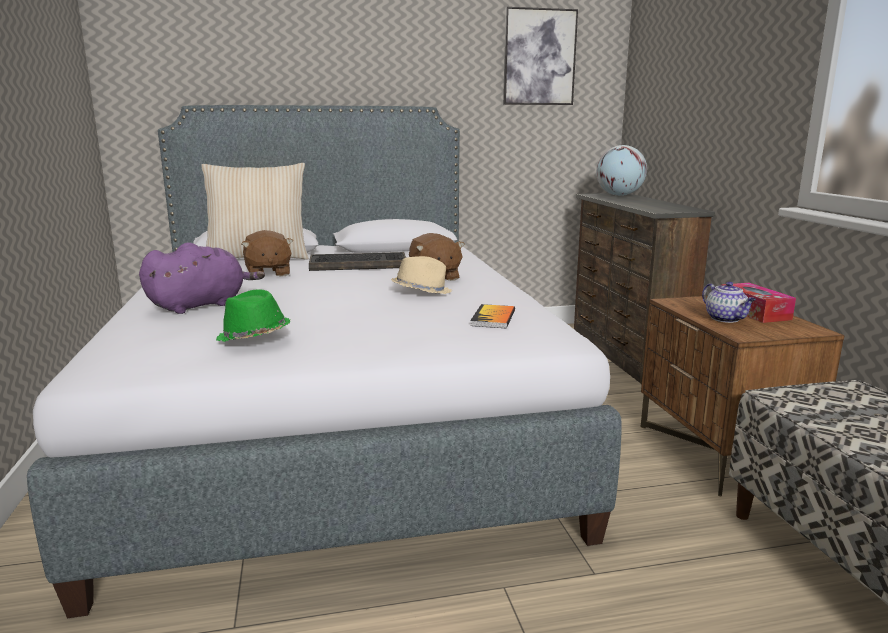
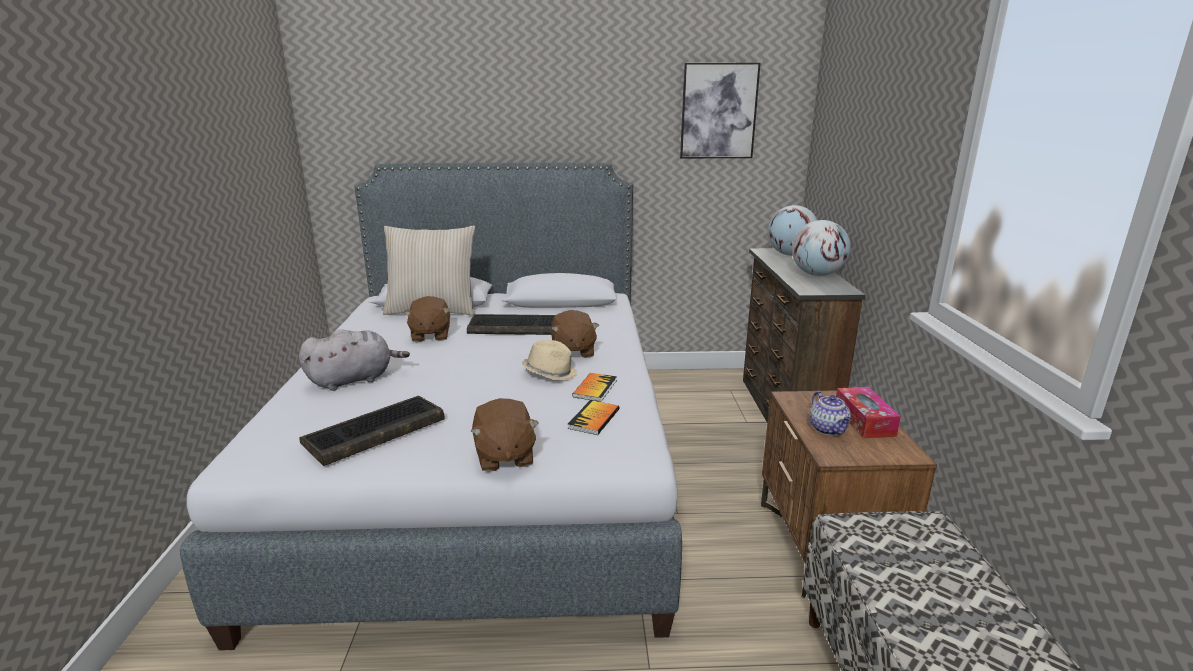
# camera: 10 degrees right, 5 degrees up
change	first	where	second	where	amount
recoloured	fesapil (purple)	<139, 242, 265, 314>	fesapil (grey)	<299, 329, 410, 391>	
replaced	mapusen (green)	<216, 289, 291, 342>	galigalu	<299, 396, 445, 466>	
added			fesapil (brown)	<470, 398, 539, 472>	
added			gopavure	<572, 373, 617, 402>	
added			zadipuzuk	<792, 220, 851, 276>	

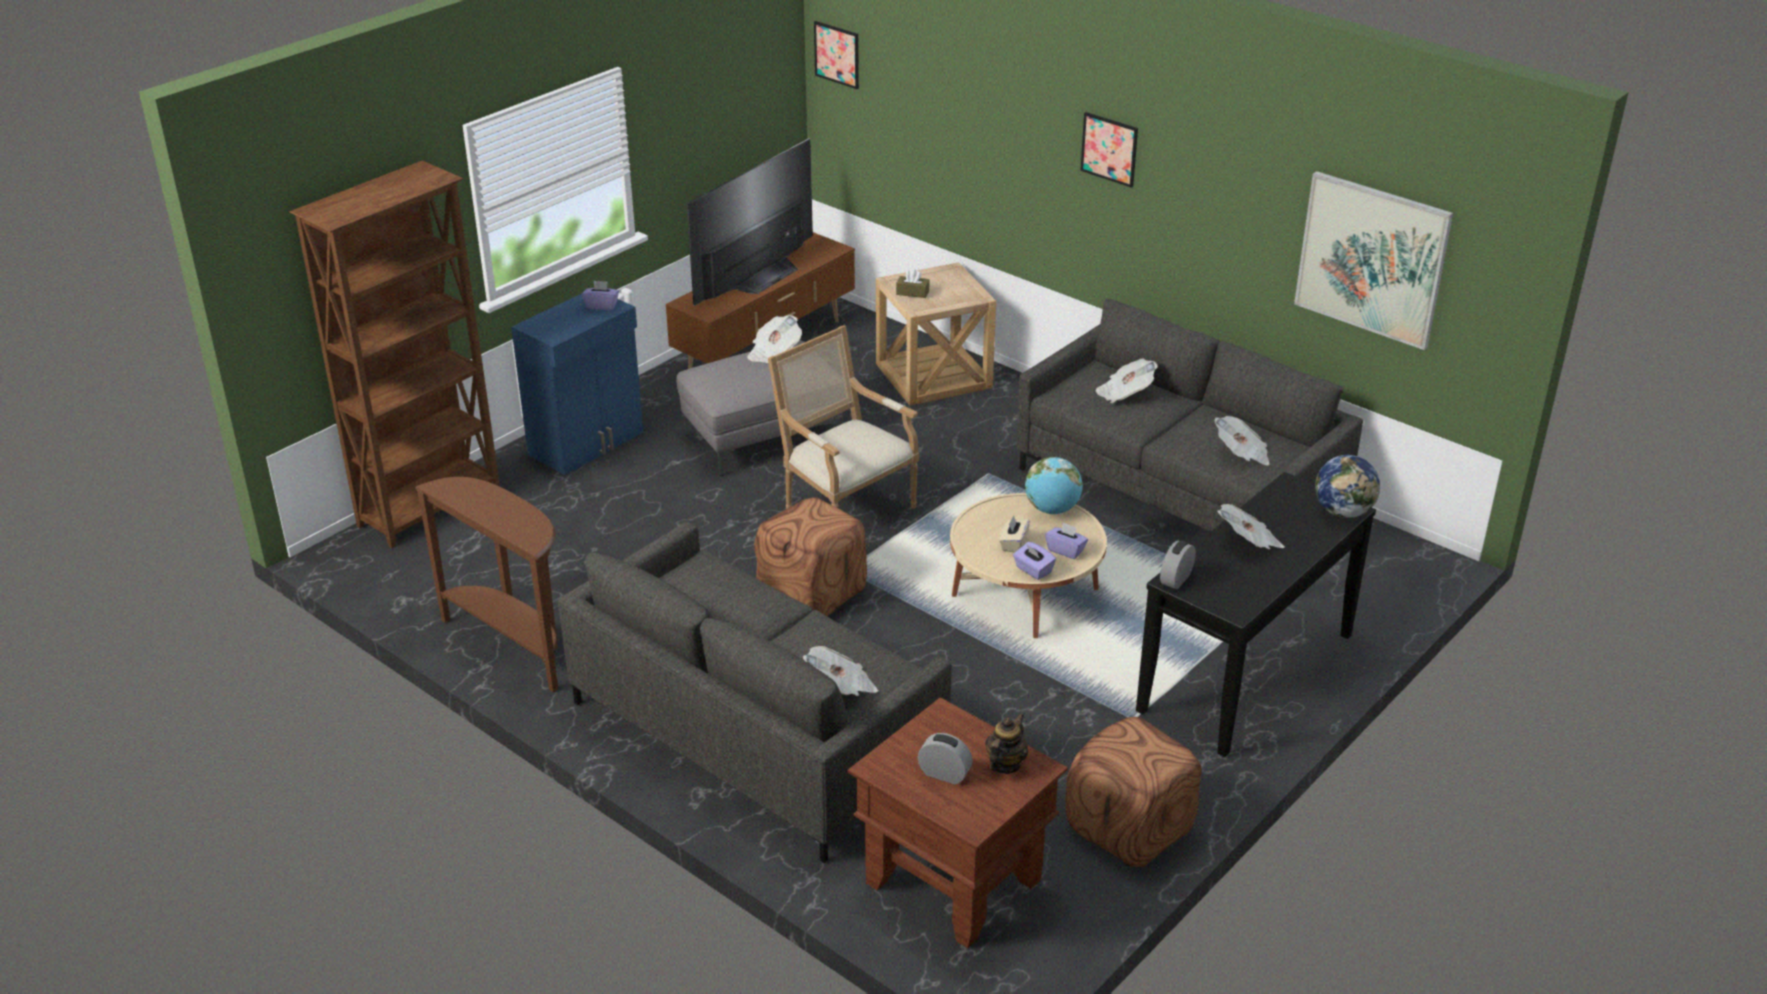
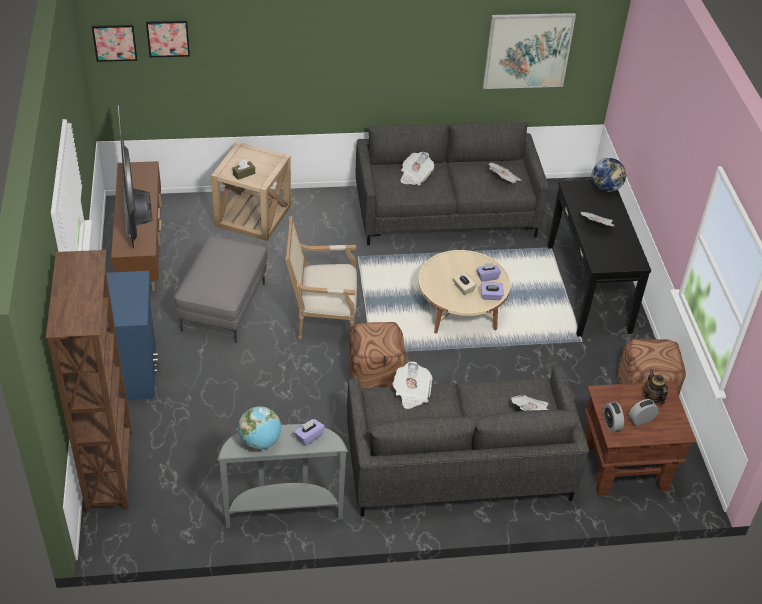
# camera: 50 degrees left, 10 degrees up
change	first	where	second	where	amount
recoloured	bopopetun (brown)	<415, 477, 558, 692>	bopopetun (grey)	<217, 424, 348, 528>	
moved	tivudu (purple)	<582, 281, 619, 310>		<294, 419, 325, 446>	
moved	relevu	<747, 315, 802, 363>		<392, 362, 433, 409>	
moved	zadipuzuk	<1025, 457, 1083, 514>		<238, 406, 281, 450>	
moved	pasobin	<1080, 112, 1138, 188>		<146, 21, 190, 57>	
moved	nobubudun	<1160, 540, 1196, 589>		<603, 402, 624, 432>	

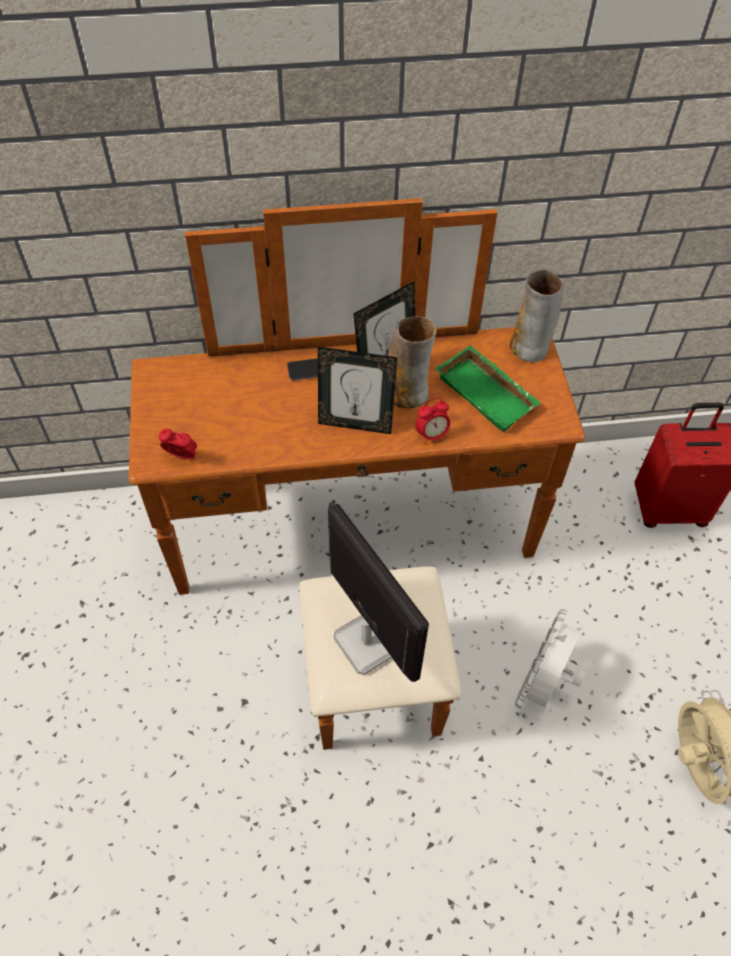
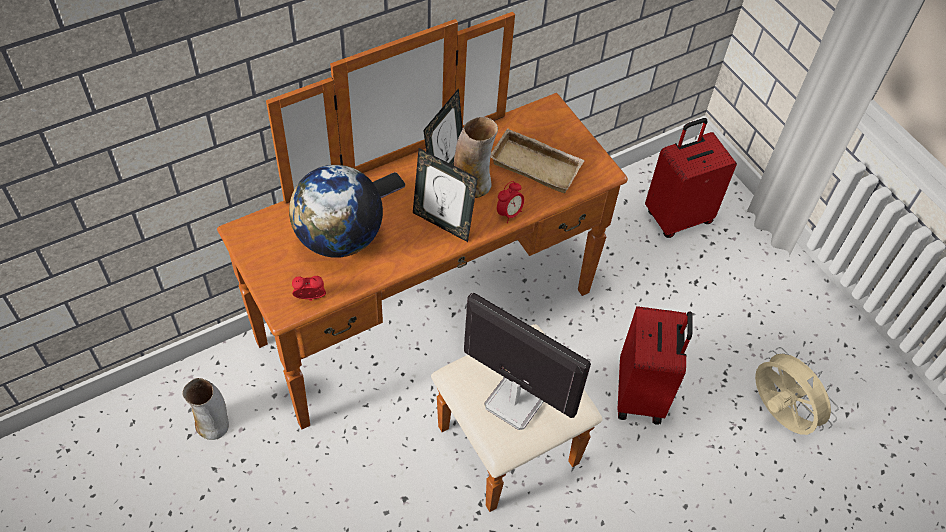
# camera: 25 degrees left, 0 degrees up
change	first	where	second	where	amount
turned	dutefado	<318, 347, 397, 434>		<413, 148, 478, 242>	45 degrees clockwise
recoloured	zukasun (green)	<435, 345, 541, 432>	zukasun (beige)	<491, 128, 585, 193>	
moved	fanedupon	<510, 270, 563, 362>		<182, 378, 229, 440>	
replaced	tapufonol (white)	<515, 609, 586, 713>	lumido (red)	<618, 306, 692, 425>	
added			zadipuzuk	<289, 165, 383, 258>	

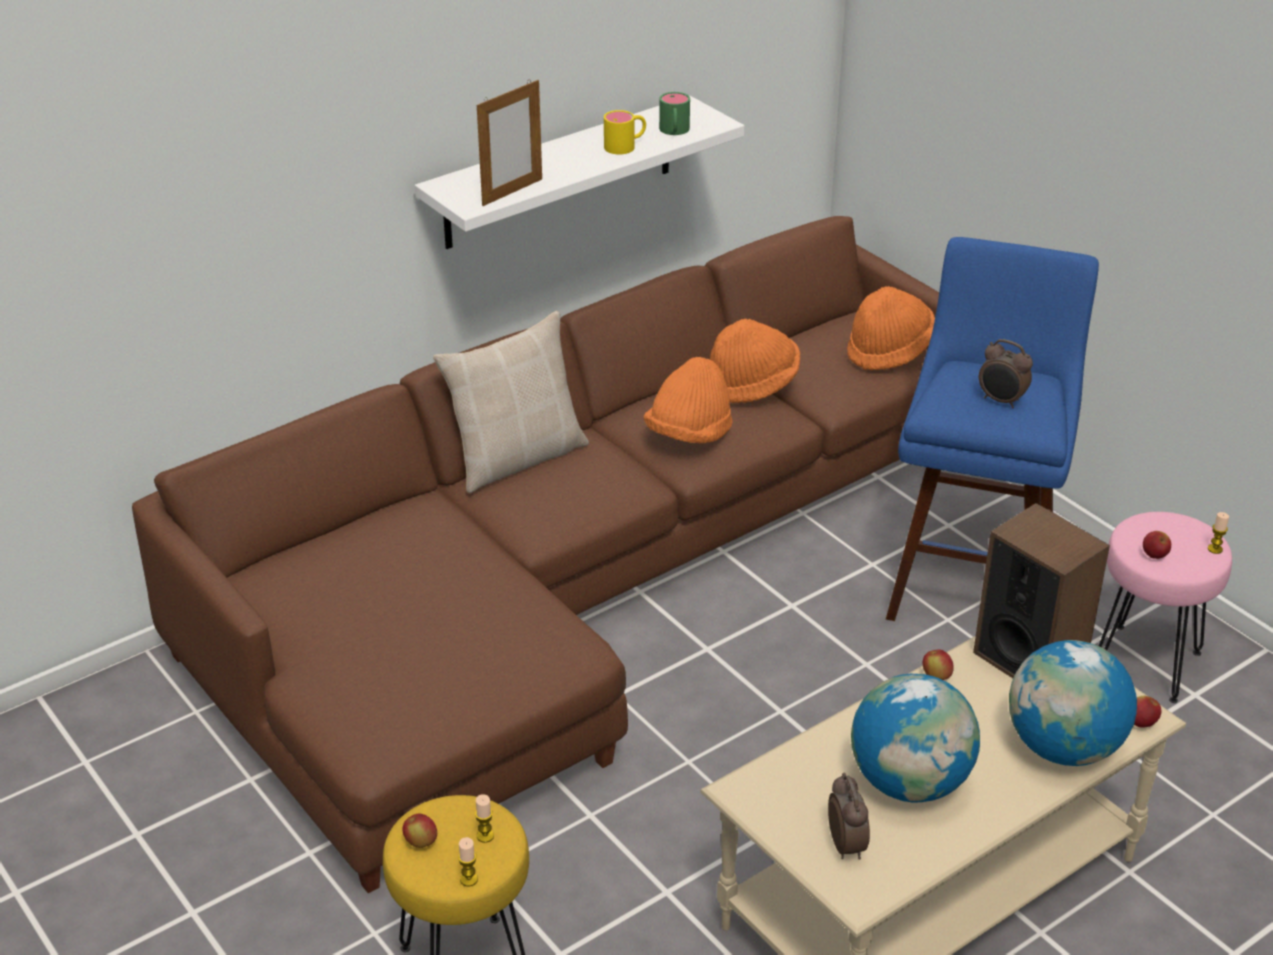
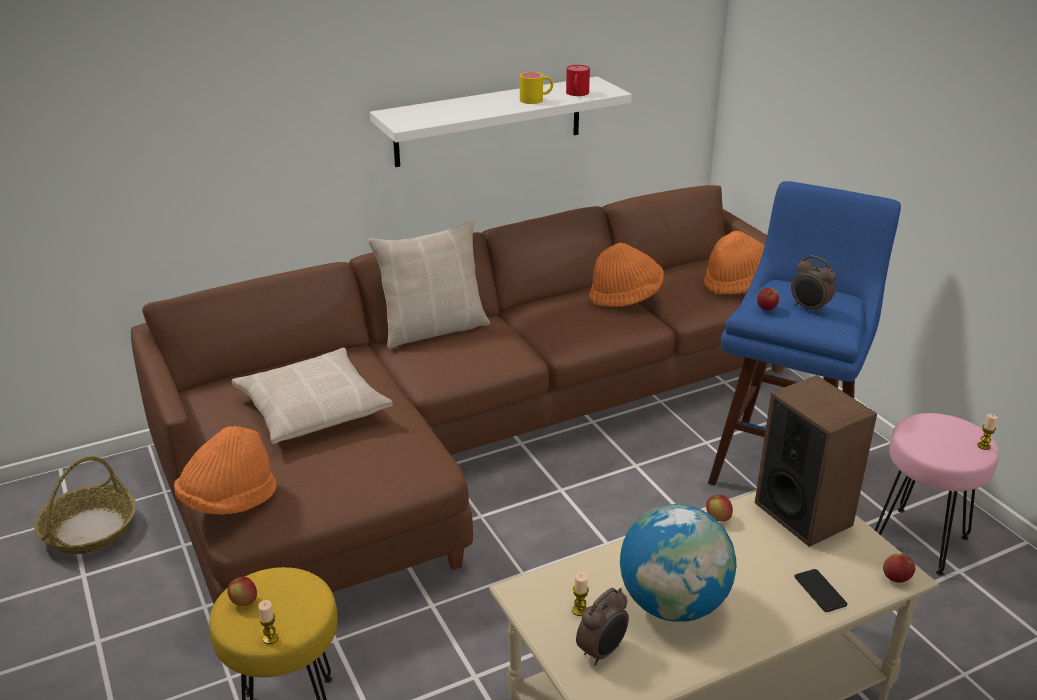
# camera: 10 degrees right, 5 degrees down
change	first	where	second	where	amount
moved	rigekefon	<475, 794, 494, 843>		<572, 572, 589, 616>	
removed	dutefado	<477, 80, 542, 206>			
moved	mapusen (orange)	<644, 357, 733, 443>		<174, 426, 277, 515>	
recoloured	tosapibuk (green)	<659, 92, 690, 135>	tosapibuk (red)	<566, 65, 590, 96>	
turned	nobubudun	<828, 773, 870, 860>		<576, 588, 629, 666>	45 degrees clockwise
replaced	zadipuzuk	<1009, 640, 1137, 766>	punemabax	<794, 569, 847, 612>	
moved	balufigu	<1143, 531, 1171, 559>		<757, 288, 779, 310>	
added			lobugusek	<34, 456, 136, 554>	
added			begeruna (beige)	<232, 348, 393, 444>	

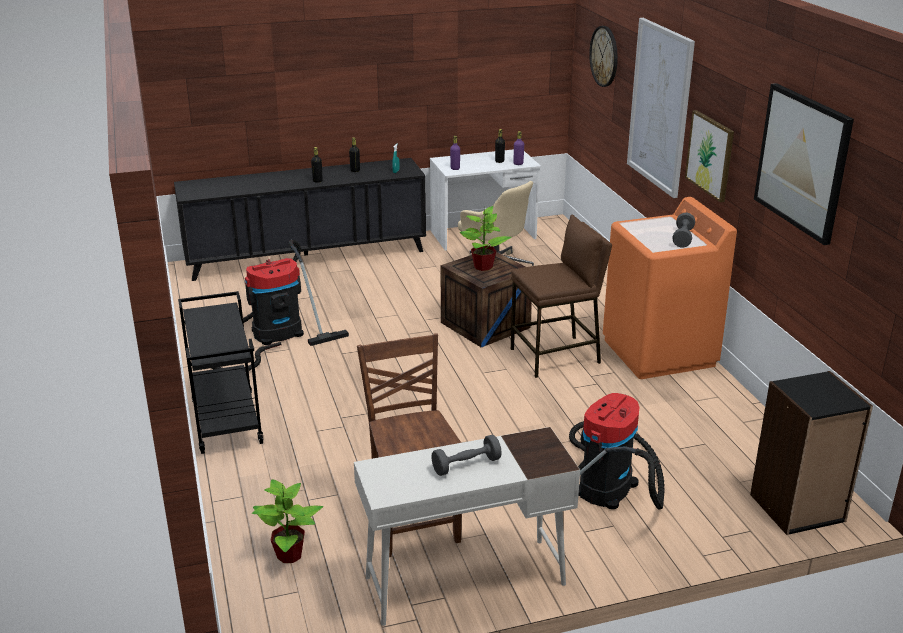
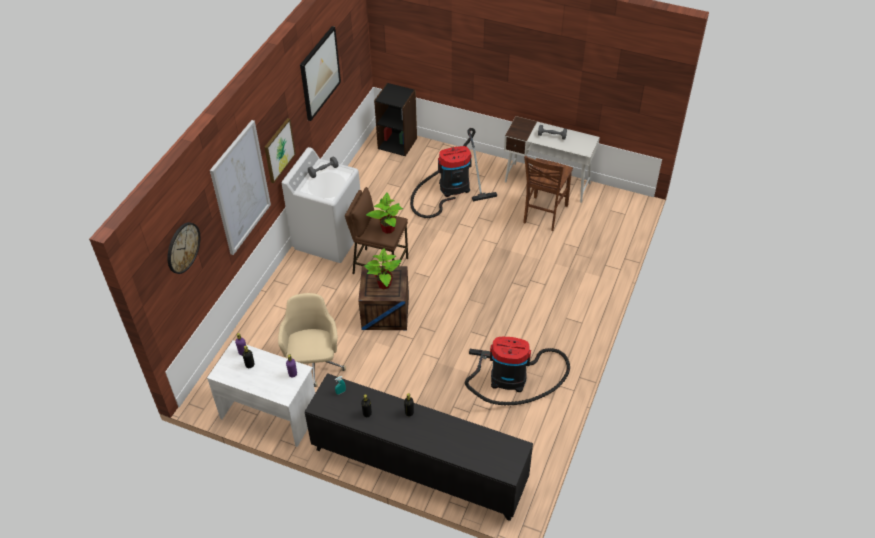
# camera: 140 degrees left, 20 degrees up
change	first	where	second	where	amount
removed	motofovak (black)	<178, 291, 263, 454>			
moved	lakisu	<252, 479, 323, 563>		<366, 193, 403, 234>	
recoloured	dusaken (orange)	<603, 197, 737, 379>	dusaken (white)	<282, 147, 360, 263>	

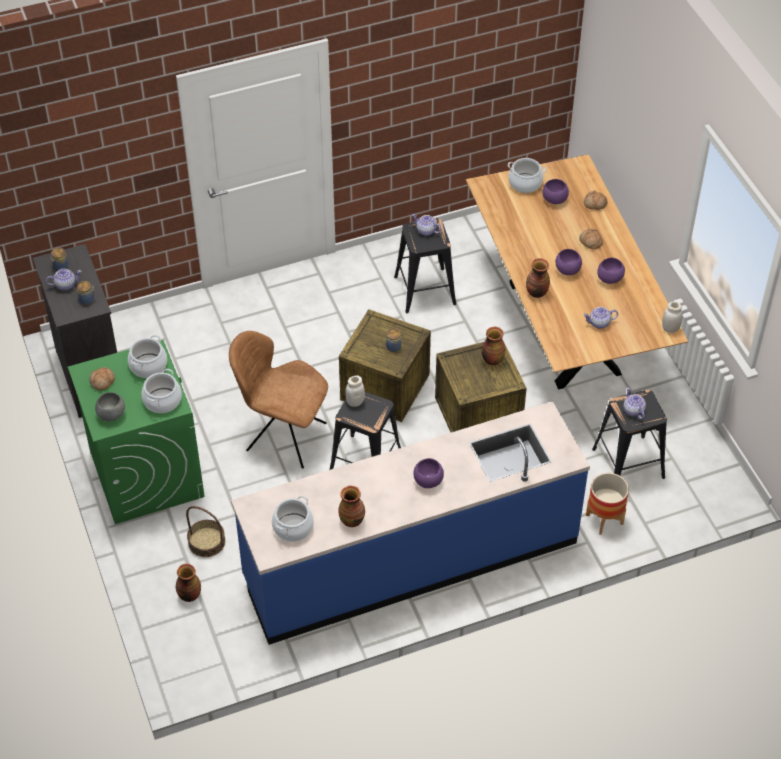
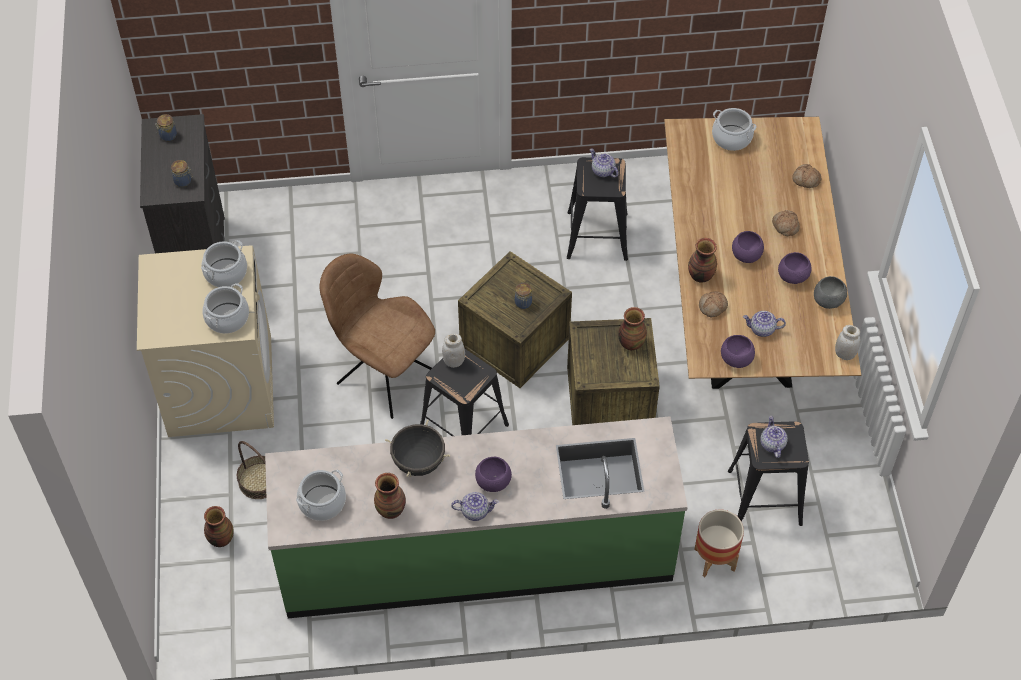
# camera: 15 degrees right, 5 degrees up
change	first	where	second	where	amount
moved	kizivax	<46, 269, 81, 291>		<451, 492, 499, 521>	
recoloured	dusaken (green)	<68, 340, 205, 524>	dusaken (beige)	<137, 245, 274, 437>	
moved	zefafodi	<89, 367, 115, 391>		<699, 291, 728, 317>	
moved	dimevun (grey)	<95, 392, 125, 421>		<814, 276, 847, 309>	
recoloured	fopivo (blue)	<231, 401, 590, 645>	fopivo (green)	<265, 416, 688, 618>	
moved	dimevun (purple)	<542, 179, 569, 204>		<721, 335, 755, 368>	
added			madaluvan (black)	<385, 420, 450, 477>	

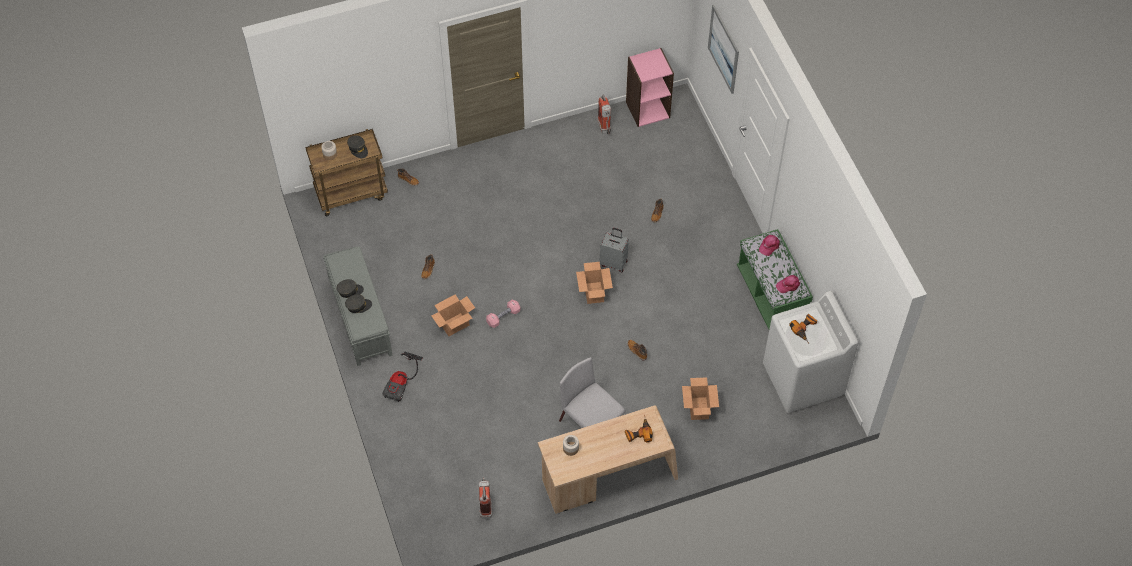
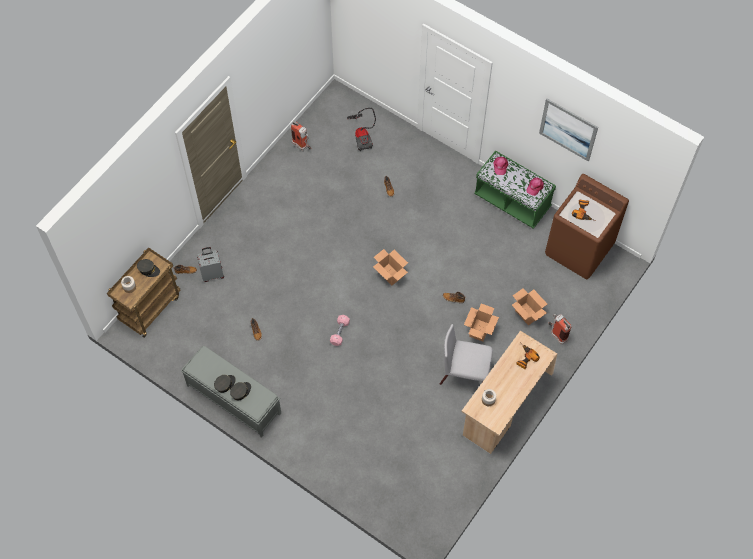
# camera: 35 degrees left, 5 degrees up
change	first	where	second	where	amount
moved	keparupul	<383, 352, 423, 402>		<347, 108, 376, 151>	
moved	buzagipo	<431, 295, 475, 336>		<464, 303, 499, 341>	
moved	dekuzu	<479, 478, 492, 519>		<548, 314, 572, 345>	
moved	lumido (grey)	<600, 228, 629, 272>		<197, 247, 224, 282>	
removed	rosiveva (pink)	<626, 48, 674, 127>			
moved	pasobin	<708, 5, 739, 94>		<539, 99, 598, 161>	
recoloured	dusaken (white)	<763, 291, 859, 413>	dusaken (brown)	<545, 174, 629, 279>	

